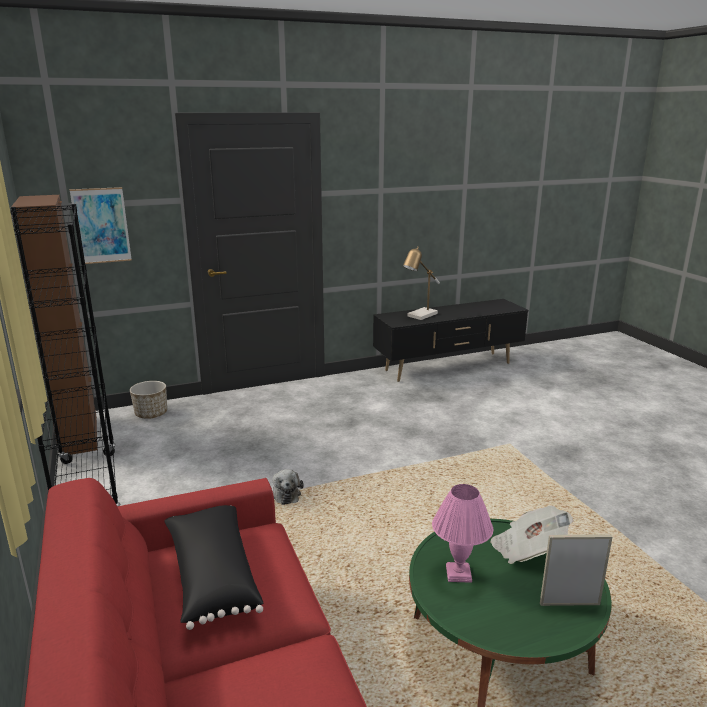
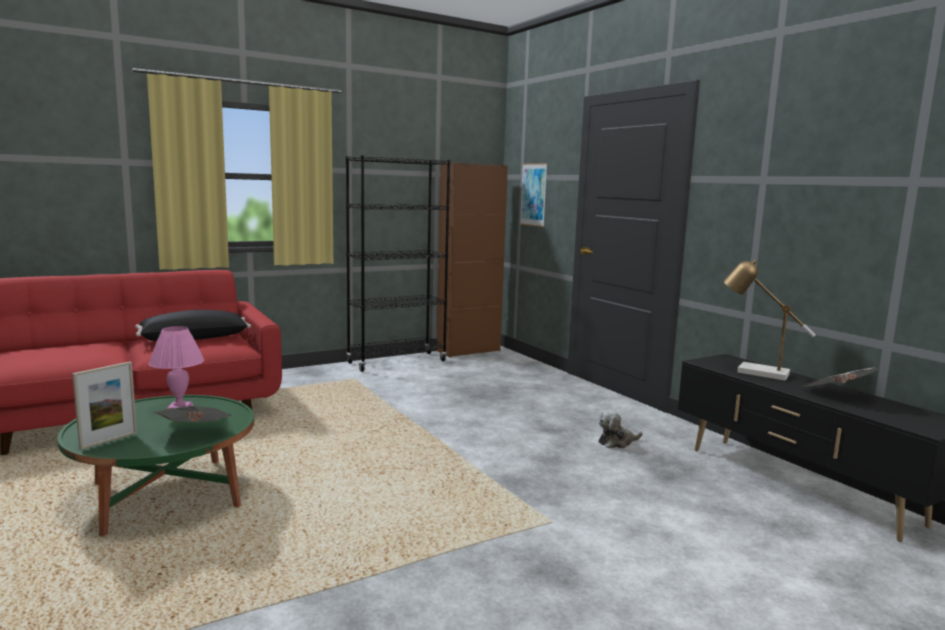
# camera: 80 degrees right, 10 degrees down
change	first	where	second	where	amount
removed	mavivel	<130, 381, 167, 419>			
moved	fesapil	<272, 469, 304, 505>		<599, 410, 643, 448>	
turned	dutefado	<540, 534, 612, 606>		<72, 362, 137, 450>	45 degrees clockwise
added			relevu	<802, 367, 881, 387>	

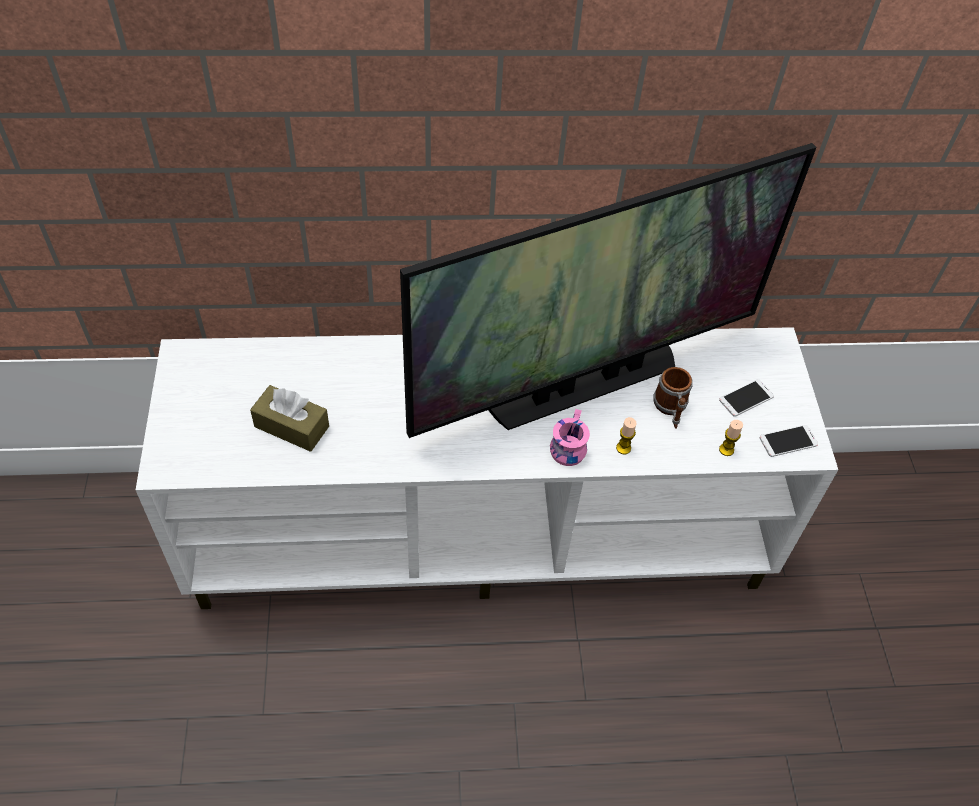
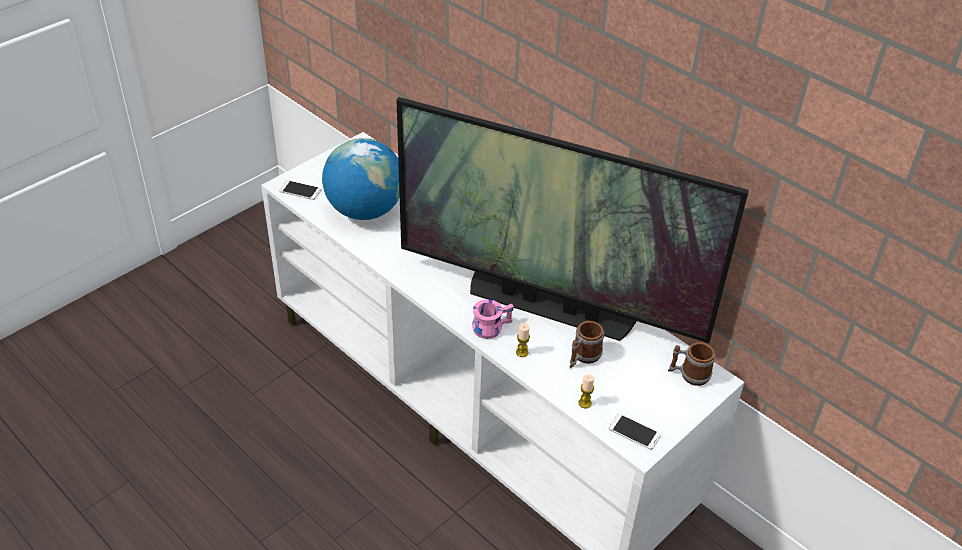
# camera: 50 degrees right, 10 degrees down
change	first	where	second	where	amount
replaced	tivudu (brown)	<250, 385, 329, 452>	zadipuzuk	<322, 138, 400, 220>	
moved	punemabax	<719, 379, 774, 417>		<279, 180, 322, 200>	
added			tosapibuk	<668, 342, 716, 386>	

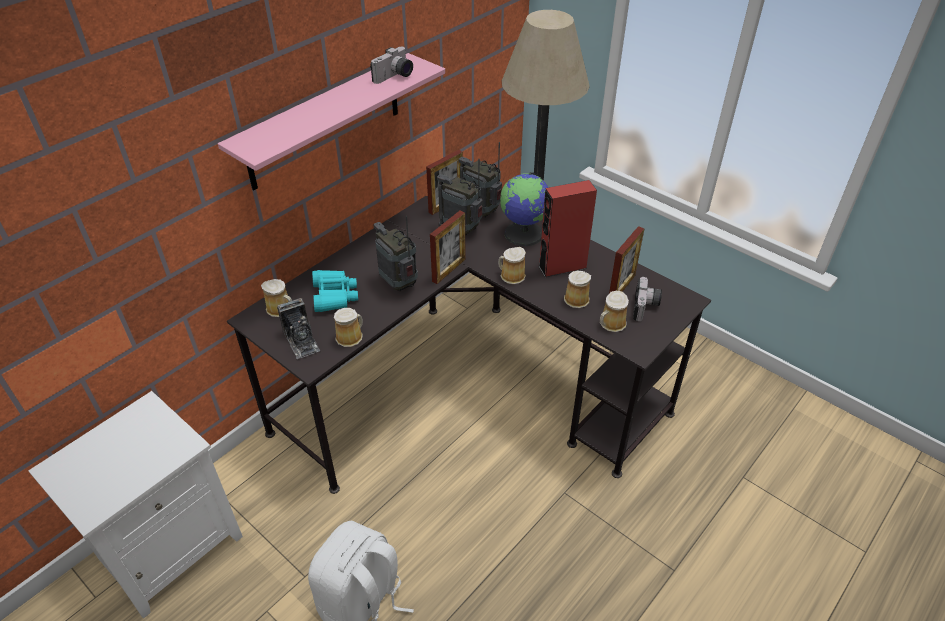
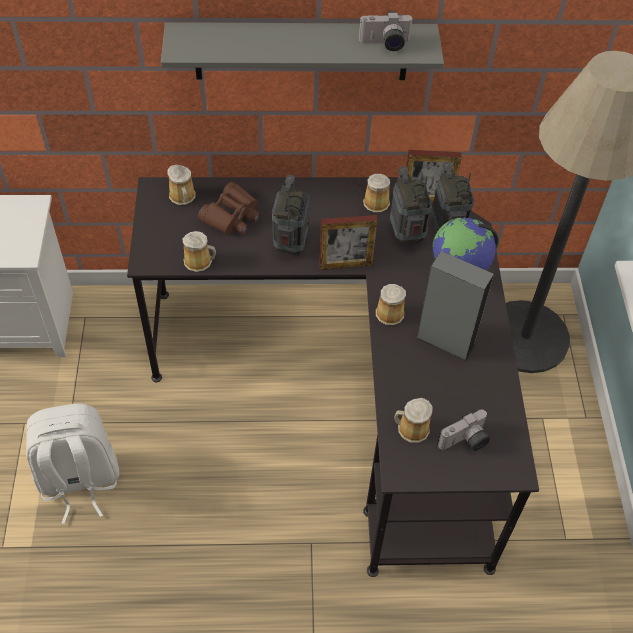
# camera: 45 degrees right, 10 degrees up
change	first	where	second	where	amount
recoloured	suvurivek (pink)	<218, 53, 445, 190>	suvurivek (grey)	<161, 22, 444, 80>	
removed	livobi	<277, 298, 320, 360>			
recoloured	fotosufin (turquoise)	<312, 270, 358, 312>	fotosufin (brown)	<198, 182, 260, 234>	
recoloured	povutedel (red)	<538, 180, 597, 278>	povutedel (grey)	<416, 251, 494, 361>	
moved	tosapibuk	<564, 271, 591, 308>		<363, 174, 390, 212>	
removed	dutefado	<609, 226, 644, 293>			

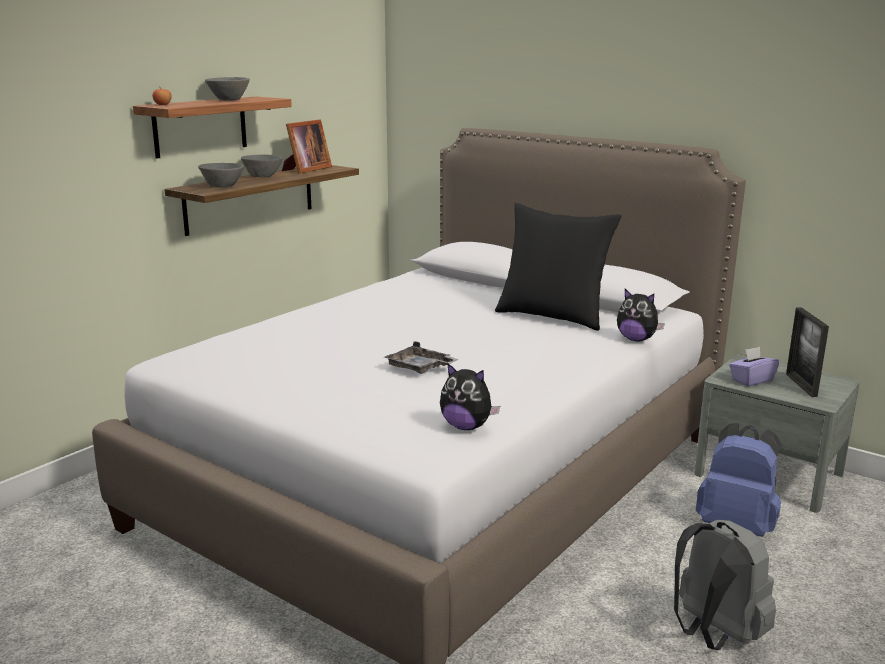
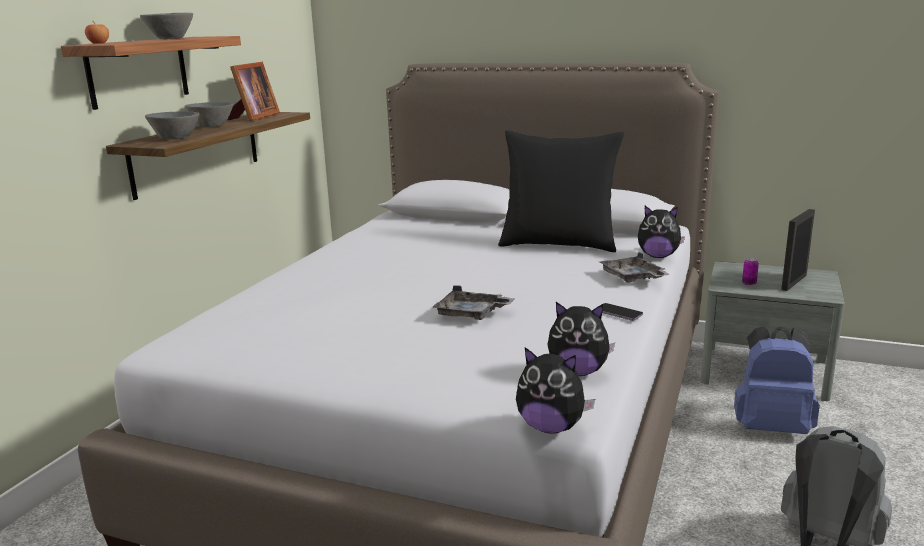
# camera: 15 degrees left, 0 degrees up
change	first	where	second	where	amount
replaced	tivudu (purple)	<729, 347, 780, 386>	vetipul	<742, 258, 759, 286>	
turned	dutefado	<786, 307, 829, 397>		<781, 209, 815, 291>	60 degrees clockwise
added			fesapil	<516, 347, 595, 434>	
added			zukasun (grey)	<599, 252, 669, 283>	
added			punemabax	<602, 303, 643, 321>	

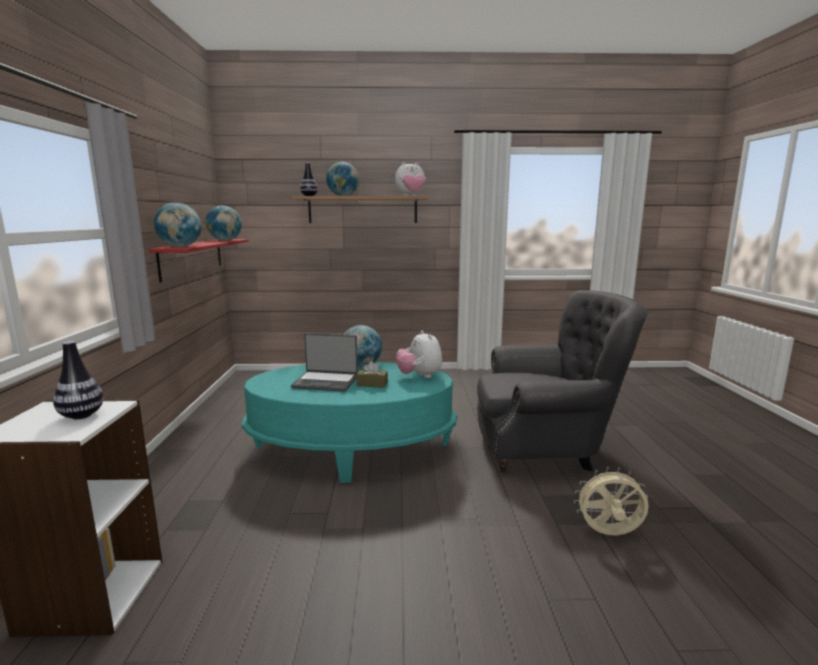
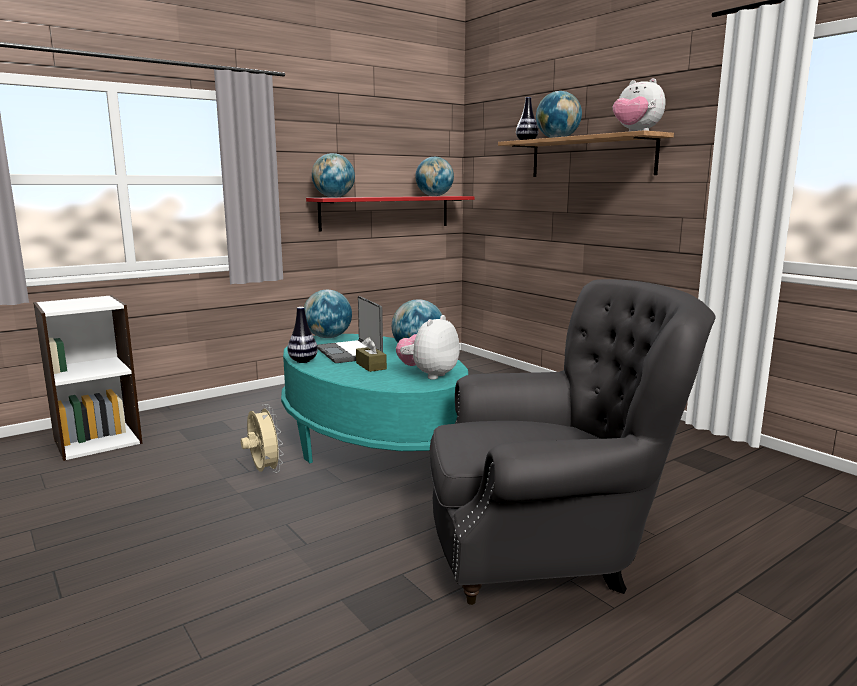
# camera: 55 degrees right, 0 degrees up
change	first	where	second	where	amount
moved	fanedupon	<53, 341, 104, 419>		<287, 307, 318, 363>	
turned	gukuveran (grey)	<477, 290, 648, 473>		<430, 279, 716, 605>	60 degrees counterclockwise
moved	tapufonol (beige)	<574, 467, 649, 535>		<241, 404, 284, 473>	
added			zadipuzuk	<304, 290, 352, 338>	

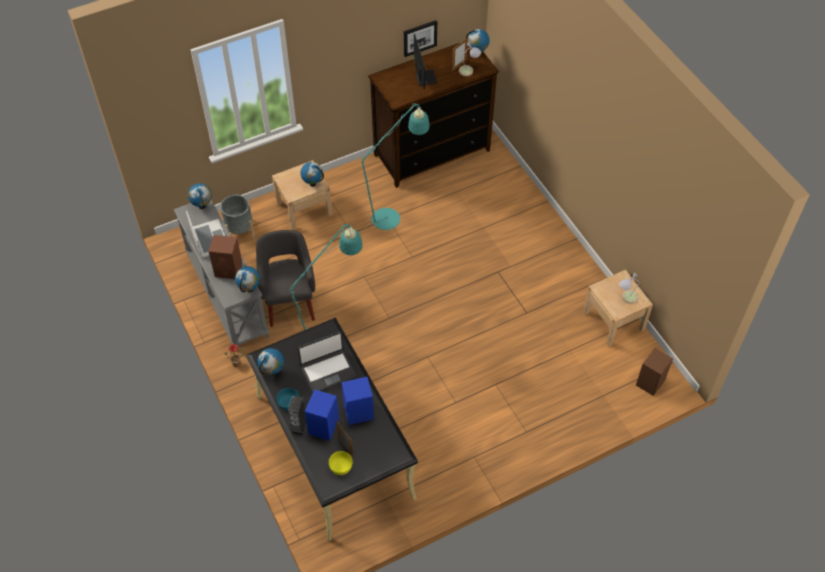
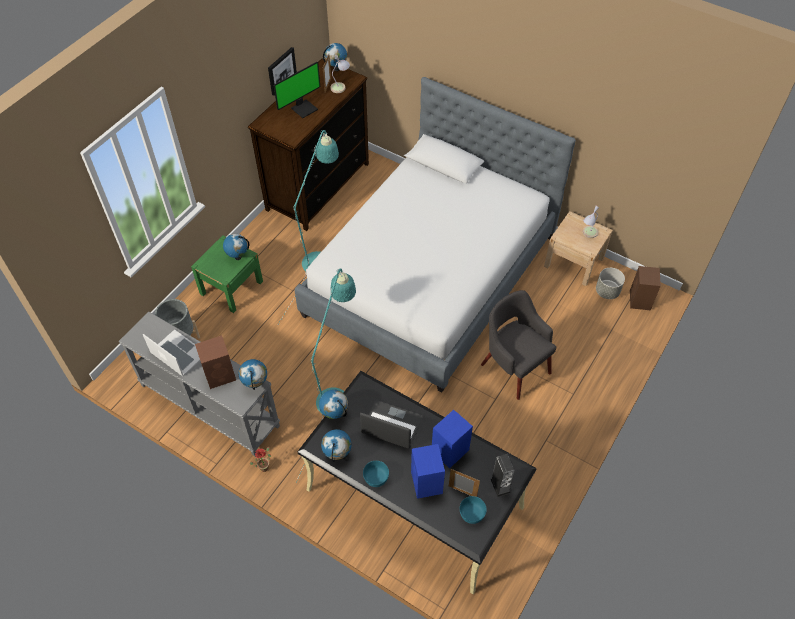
# camera: 30 degrees left, 0 degrees up
change	first	where	second	where	amount
moved	zadipuzuk	<188, 183, 212, 209>		<319, 389, 348, 419>	
moved	gukuveran (grey)	<256, 230, 315, 327>		<481, 290, 556, 400>	
recoloured	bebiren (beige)	<272, 160, 333, 230>	bebiren (green)	<191, 235, 263, 313>	
moved	povutedel	<288, 396, 306, 435>		<491, 454, 515, 497>	
turned	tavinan	<298, 332, 356, 392>		<360, 400, 423, 448>	105 degrees counterclockwise
recoloured	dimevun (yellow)	<329, 451, 353, 475>	dimevun (turquoise)	<460, 496, 487, 524>	
turned	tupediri	<414, 33, 437, 90>		<274, 62, 320, 118>	90 degrees clockwise
added			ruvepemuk	<295, 77, 576, 393>	
added			mavivel (grey)	<596, 268, 625, 299>	

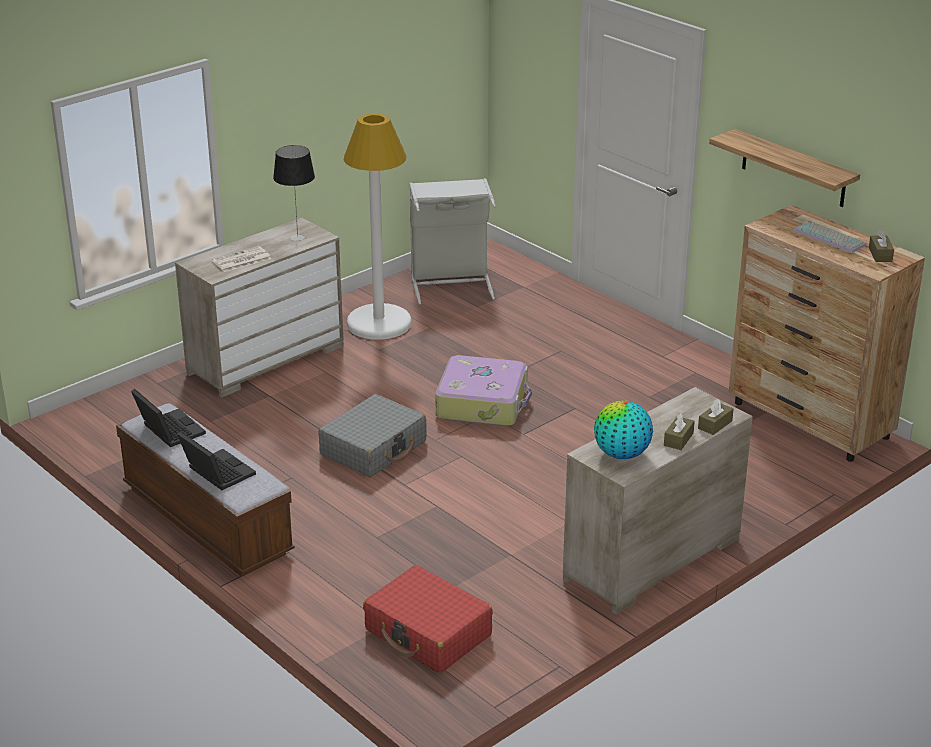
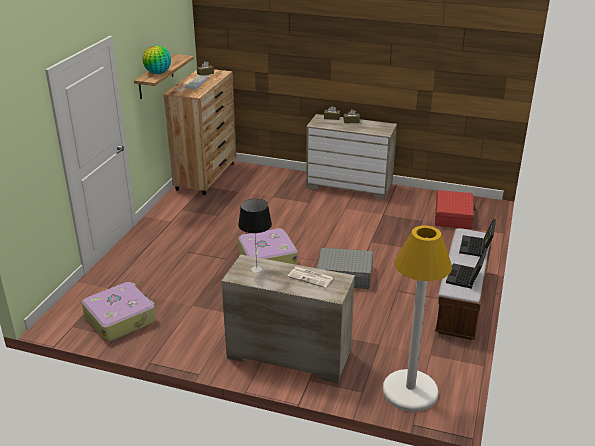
# camera: 120 degrees left, 0 degrees up
change	first	where	second	where	amount
moved	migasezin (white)	<344, 113, 412, 340>		<383, 225, 452, 412>	
replaced	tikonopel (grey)	<409, 178, 496, 305>	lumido	<82, 282, 156, 342>	
moved	zadipuzuk	<594, 400, 653, 459>		<143, 45, 171, 74>	

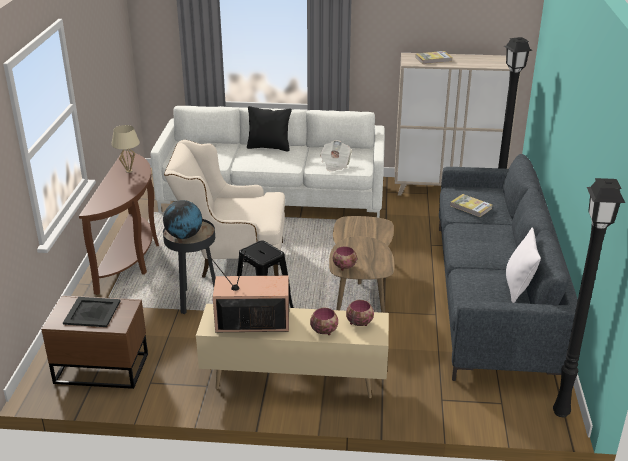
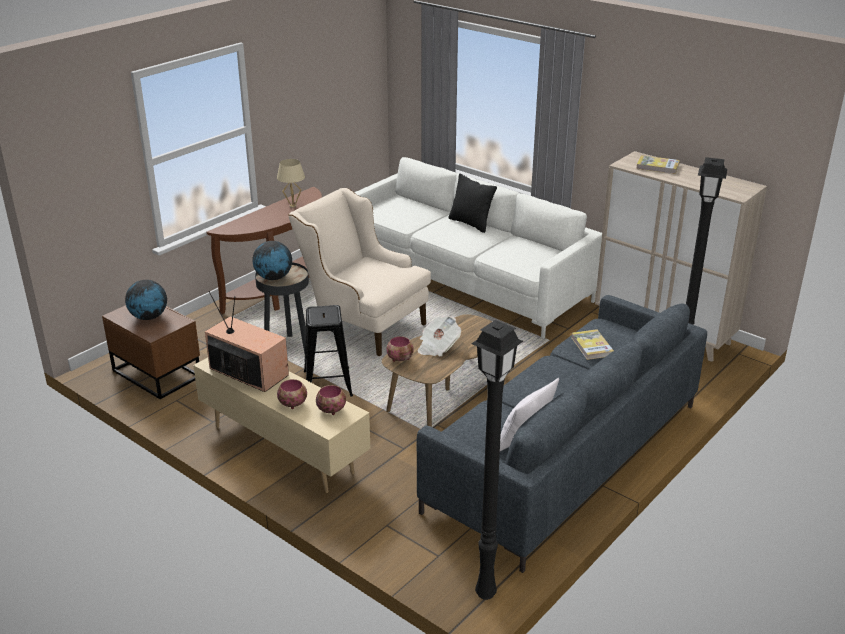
# camera: 35 degrees right, 0 degrees up
change	first	where	second	where	amount
replaced	zukasun (black)	<63, 297, 121, 327>	zadipuzuk	<125, 280, 167, 320>	
moved	relevu	<320, 140, 352, 172>		<418, 316, 461, 357>	

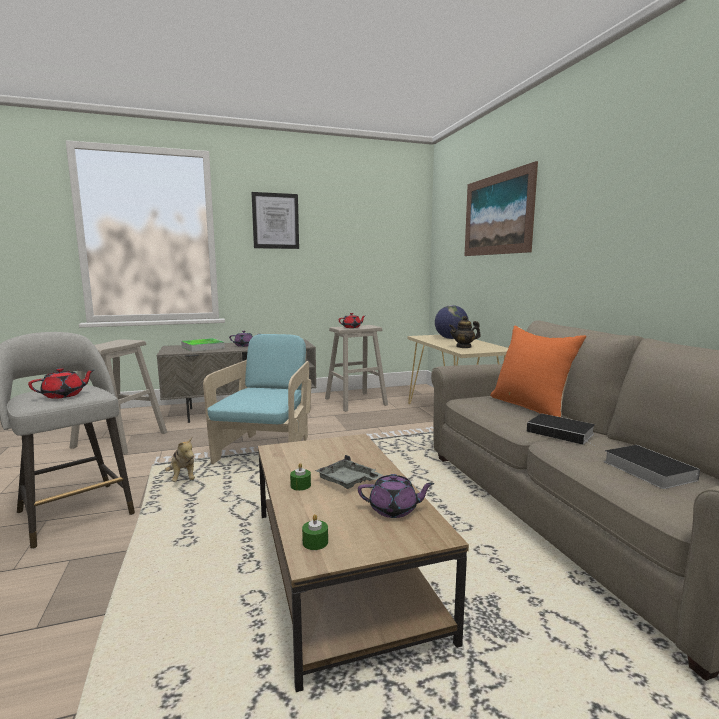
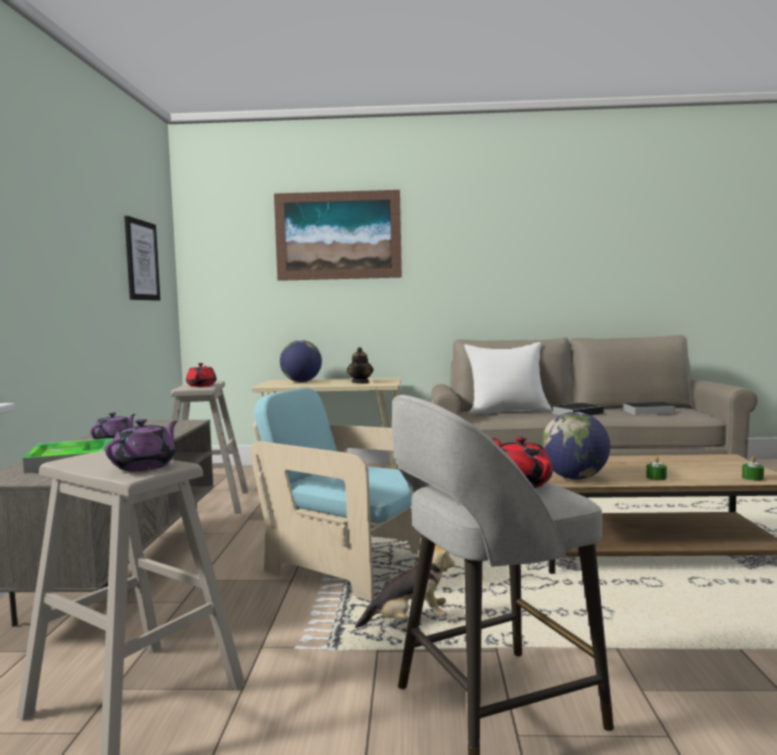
# camera: 70 degrees left, 5 degrees down
change	first	where	second	where	amount
moved	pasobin	<251, 192, 299, 249>		<124, 216, 160, 301>	
removed	zukasun (grey)	<315, 455, 383, 489>			
moved	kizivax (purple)	<358, 474, 435, 518>		<105, 419, 178, 471>	
recoloured	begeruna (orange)	<490, 326, 587, 417>	begeruna (white)	<464, 342, 552, 415>	
added			zadipuzuk	<541, 412, 610, 479>	

